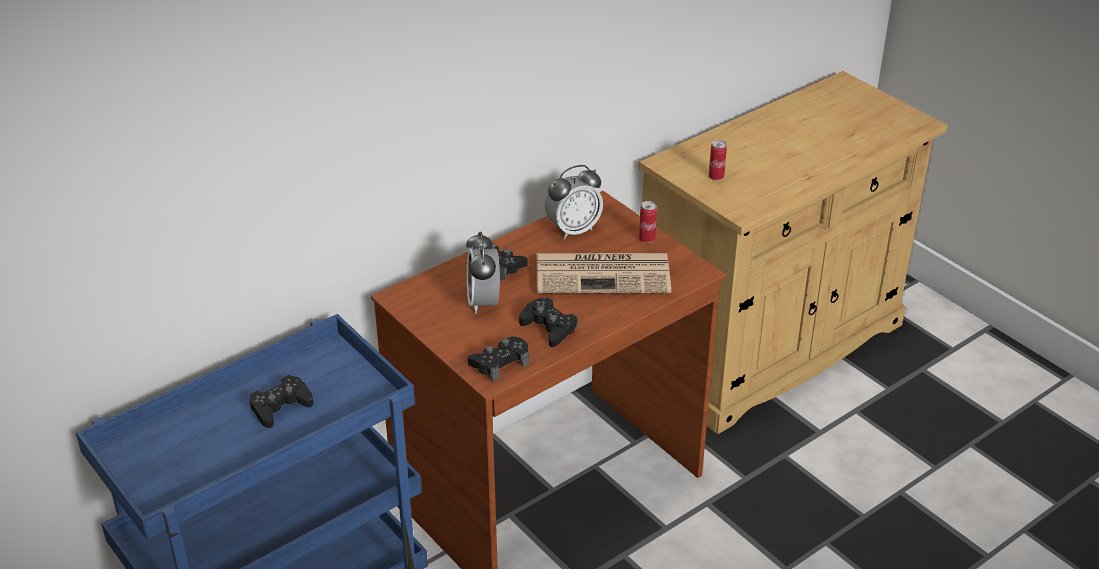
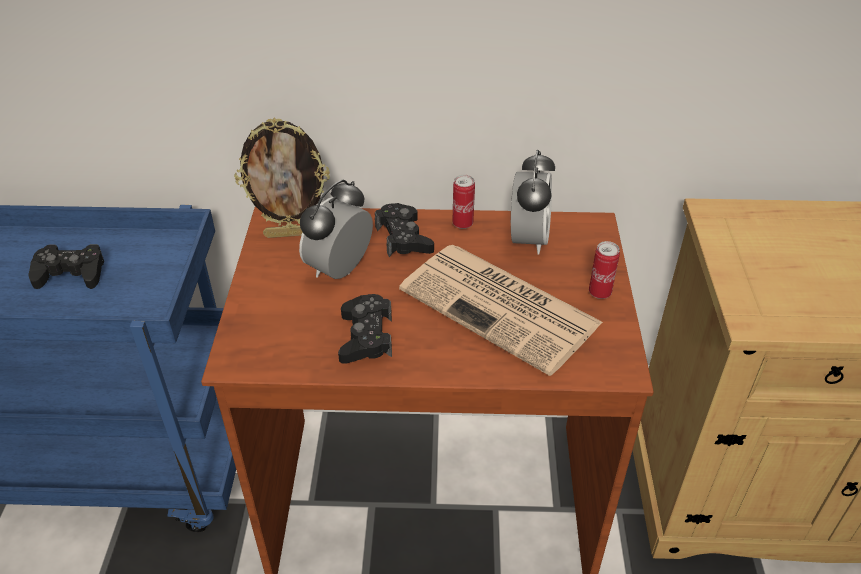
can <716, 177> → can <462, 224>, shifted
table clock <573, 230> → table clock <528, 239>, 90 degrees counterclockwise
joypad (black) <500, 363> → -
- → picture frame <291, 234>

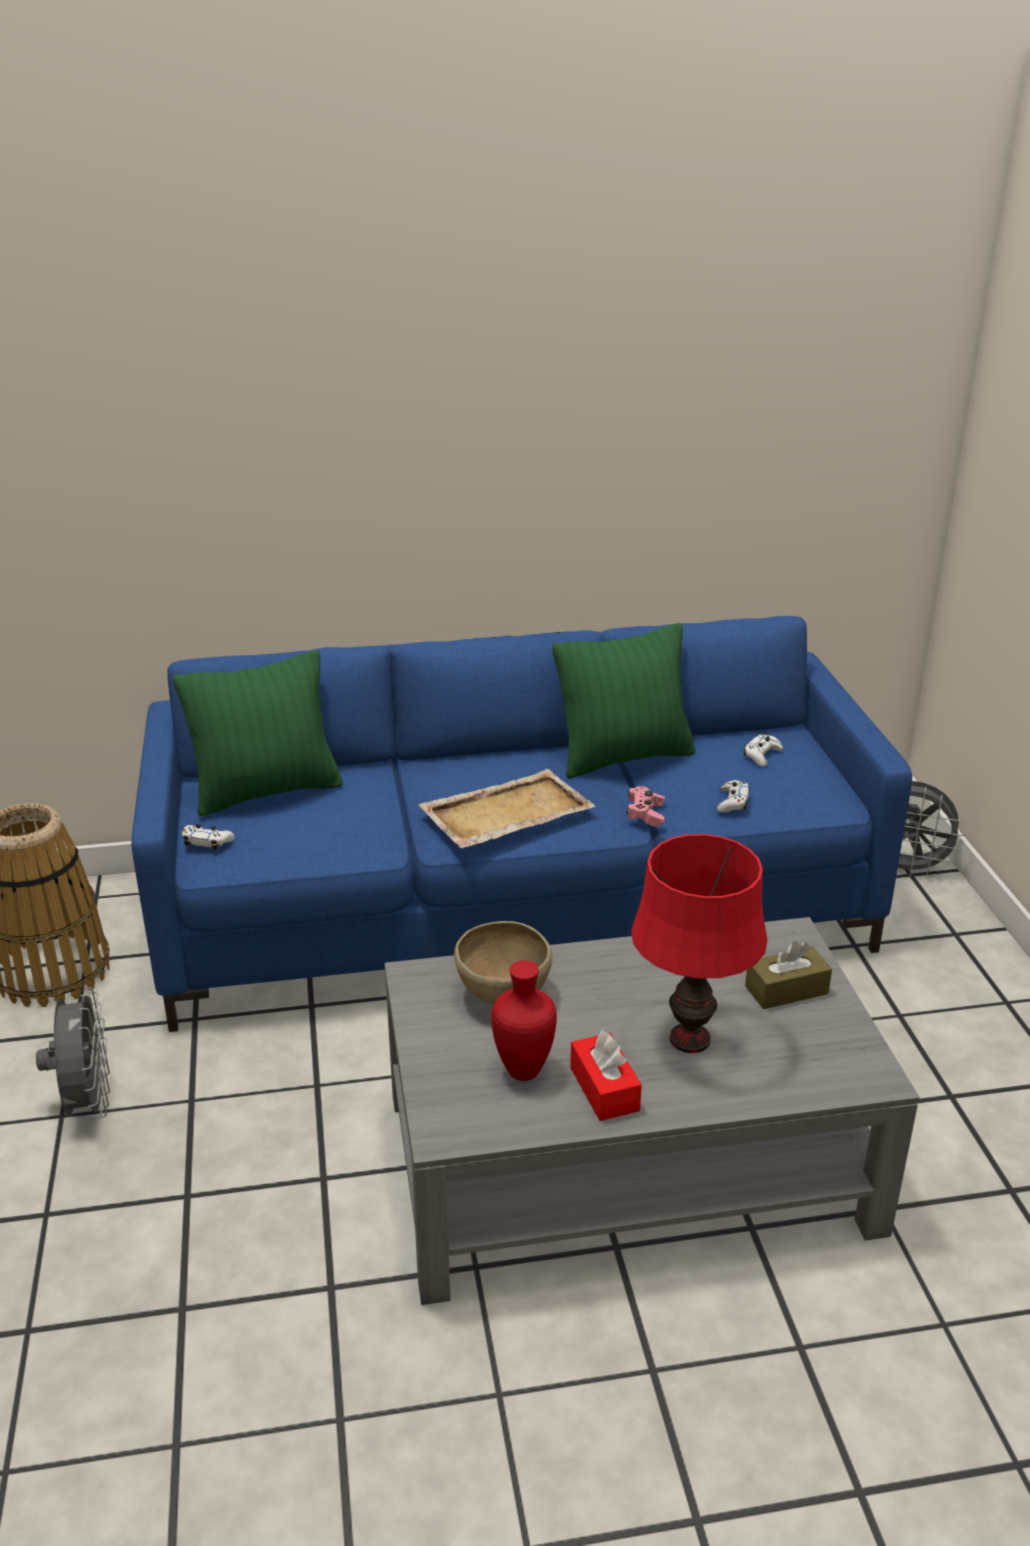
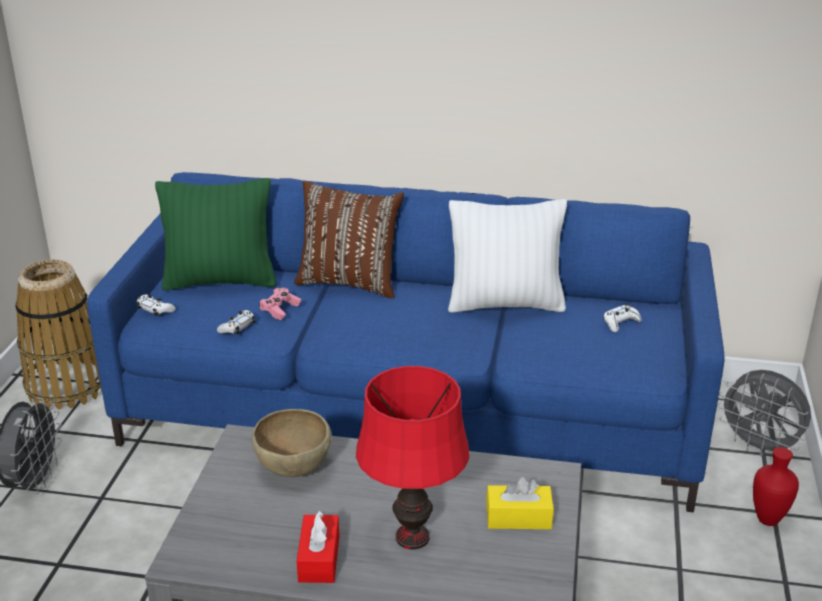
throw pillow (green-coloured) <623, 757> → throw pillow (white-coloured) <505, 304>
tray (sand-coloured) <505, 813> → -
joypad (white-coloured) <732, 802> → joypad (white-coloured) <237, 327>, shifted
joypad (pinkish) <645, 814> → joypad (pinkish) <280, 309>, shifted
box of tissues (brownish) <786, 990> → box of tissues (yellowish) <518, 517>
vase (red-coloured) <525, 1071> → vase (red-coloured) <769, 520>, shifted
- → throw pillow (brownish) <350, 282>

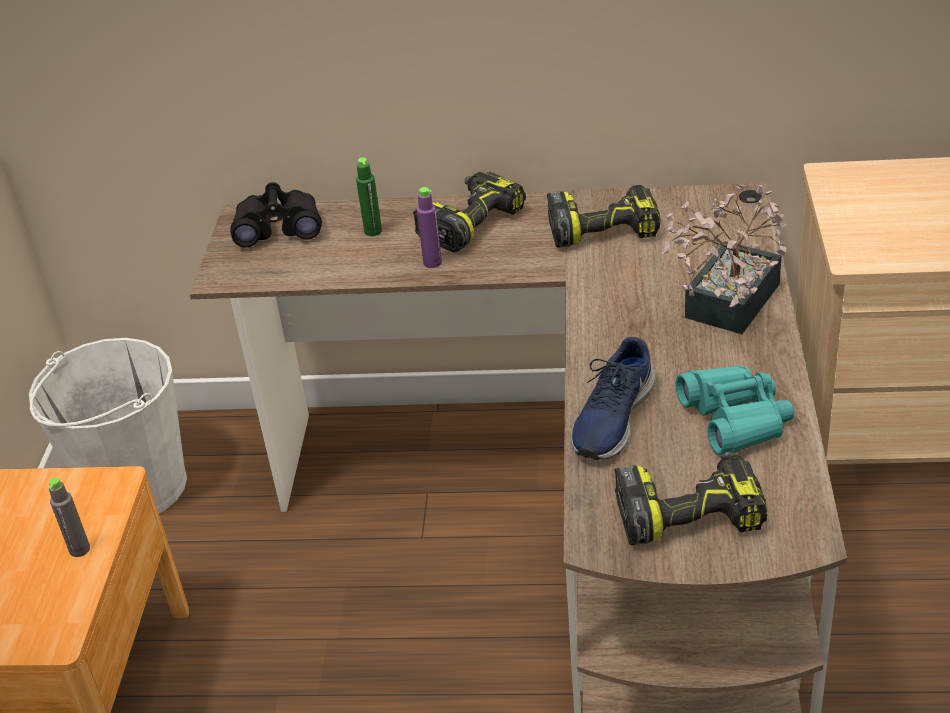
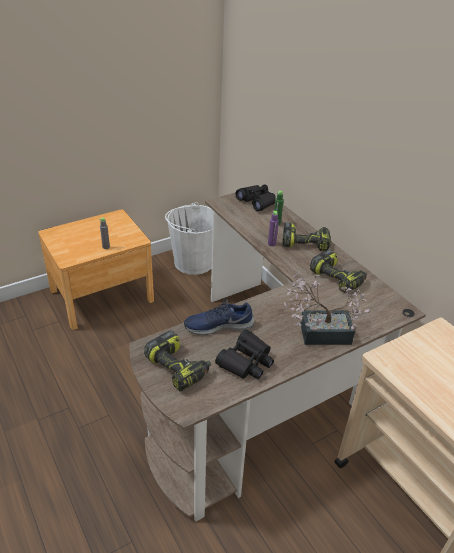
pair of binoculars (blue-green) <735, 419> → pair of binoculars (black) <246, 362>

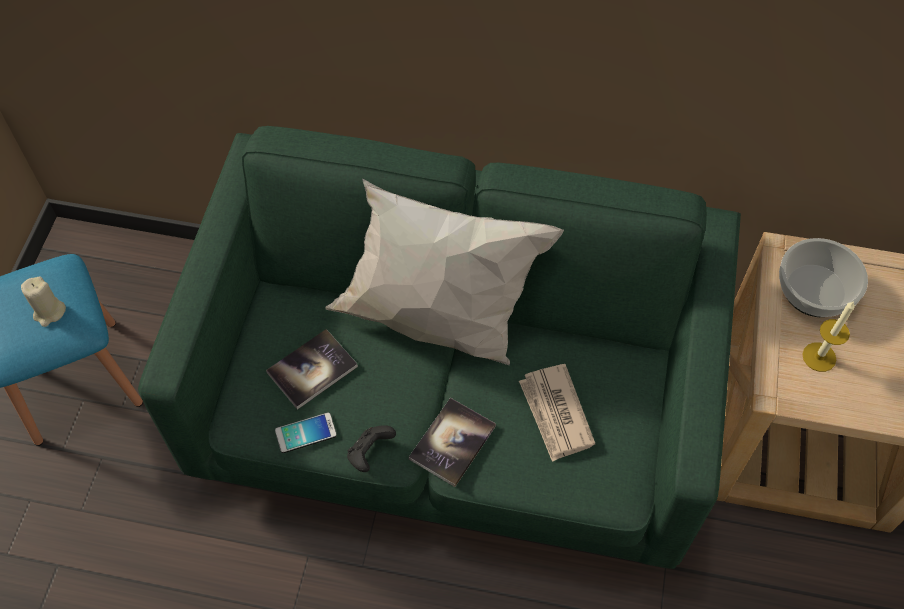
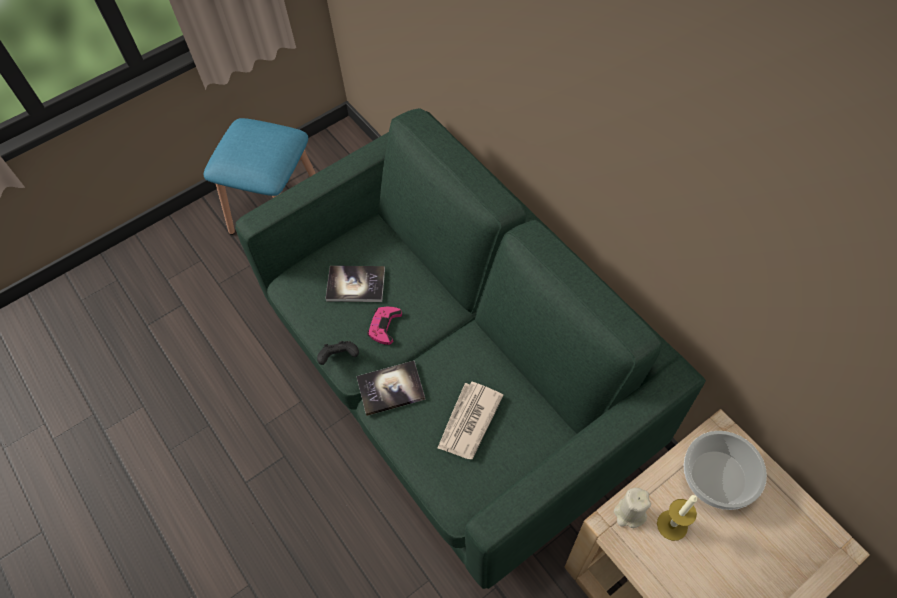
throw pillow (white-coloured) <437, 323> → -
candle (sand-coloured) <49, 312> → candle (sand-coloured) <629, 513>, shifted
handset <306, 433> → -
- → joypad (pinkish) <384, 326>

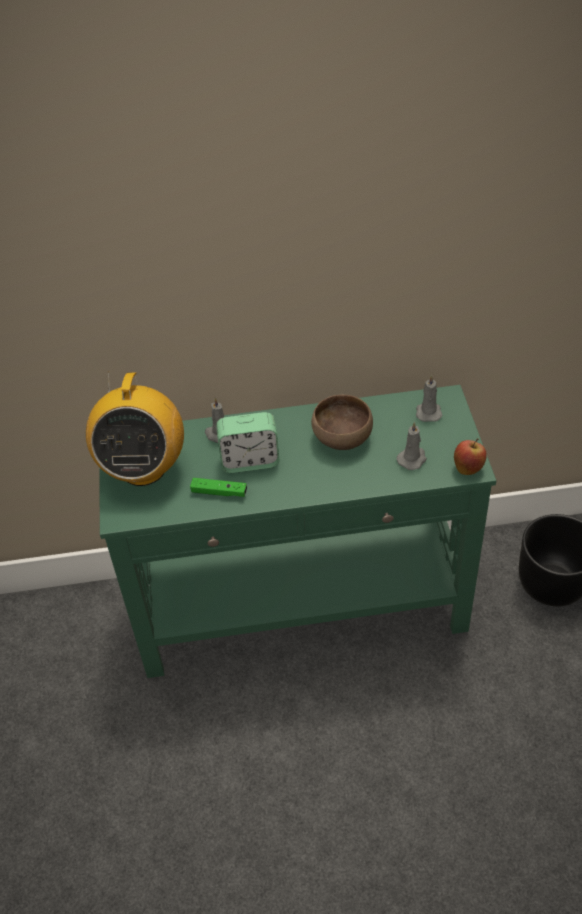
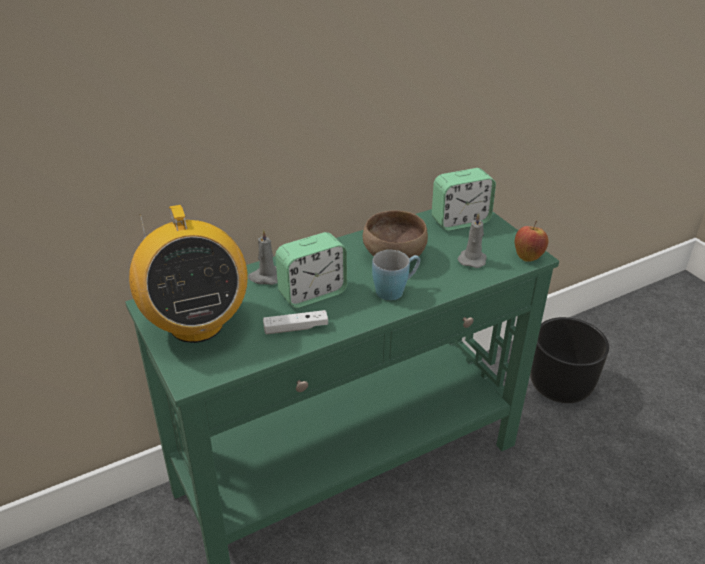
candle (greyish) <428, 412> → table clock <460, 221>
joypad (green-coloured) <219, 492> → joypad (white-coloured) <295, 328>
- → coffee mug (blue) <395, 290>

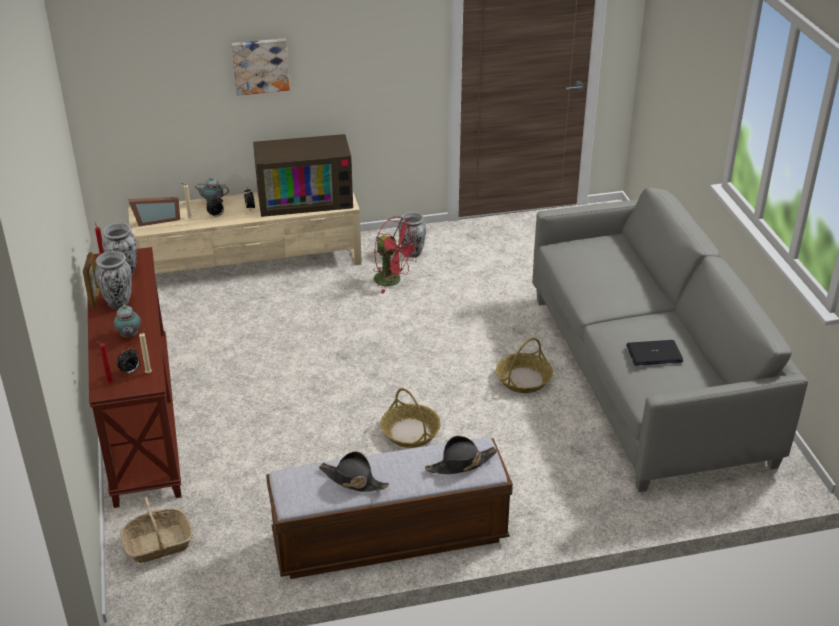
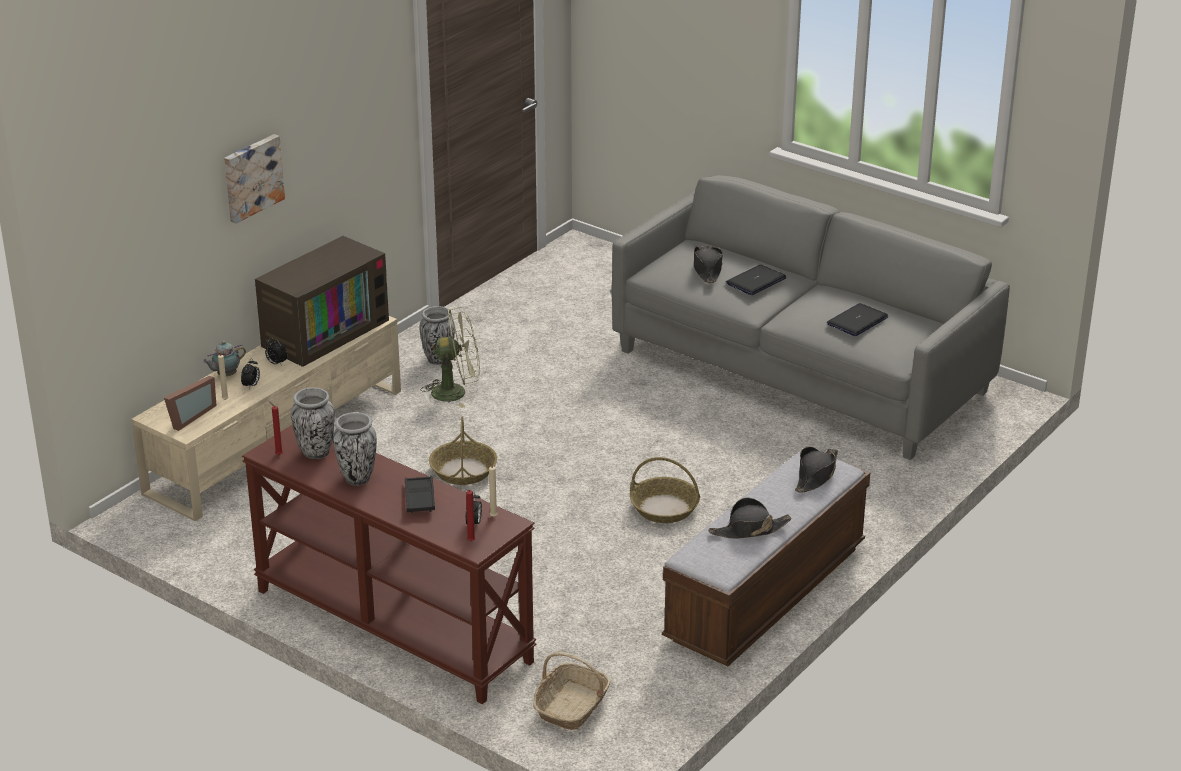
fan (red-coloured) <393, 280> → fan (green-coloured) <456, 392>
picture frame <95, 298> → -
tea pot <129, 336> → tray (black) <420, 498>
household basket <523, 379> → household basket <463, 470>, shifted
- → hat (black) <707, 269>
- → notebook computer <756, 281>

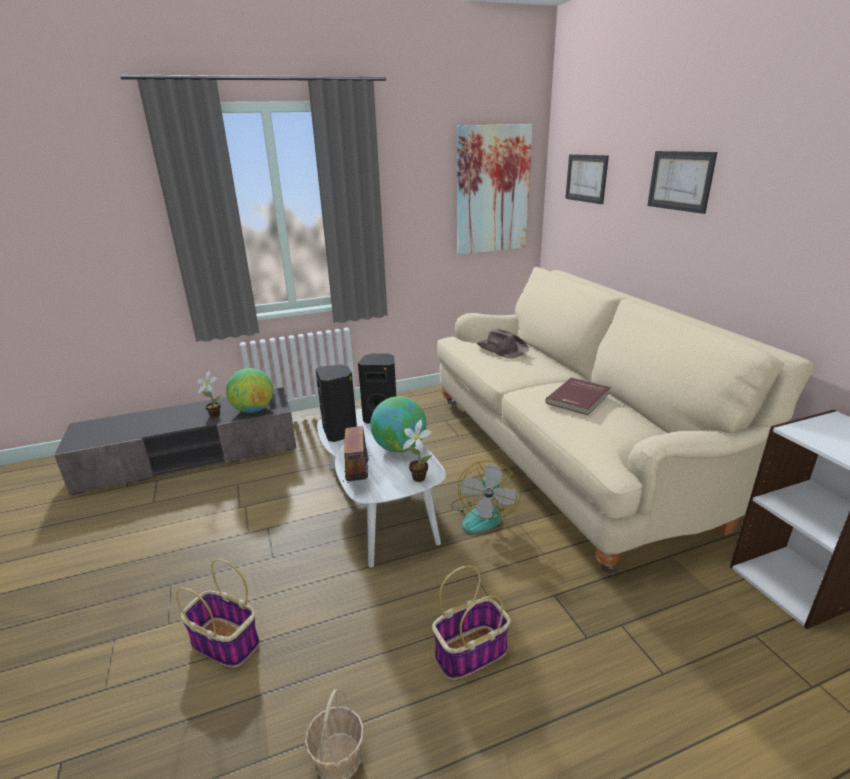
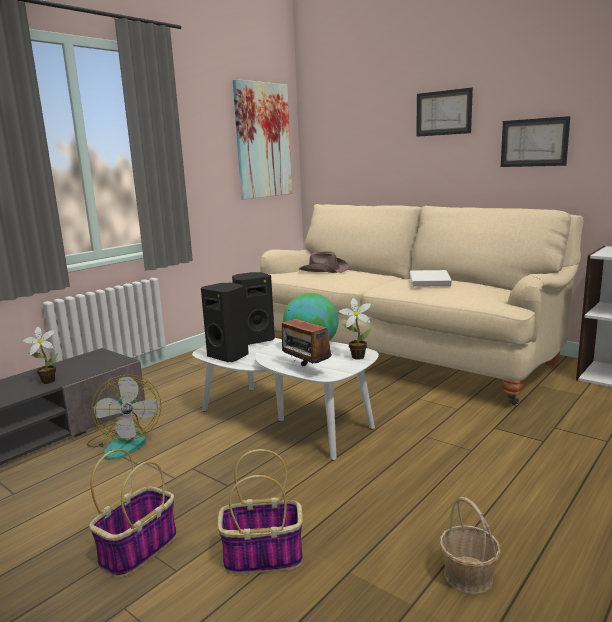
wall art <586, 178> → wall art <534, 142>, shifted
world globe <253, 410> → -
bound book (red-coloured) <579, 398> → bound book (white-coloured) <430, 281>
fan <483, 514> → fan <125, 442>, shifted
household basket <471, 652> → household basket <139, 549>, shifted

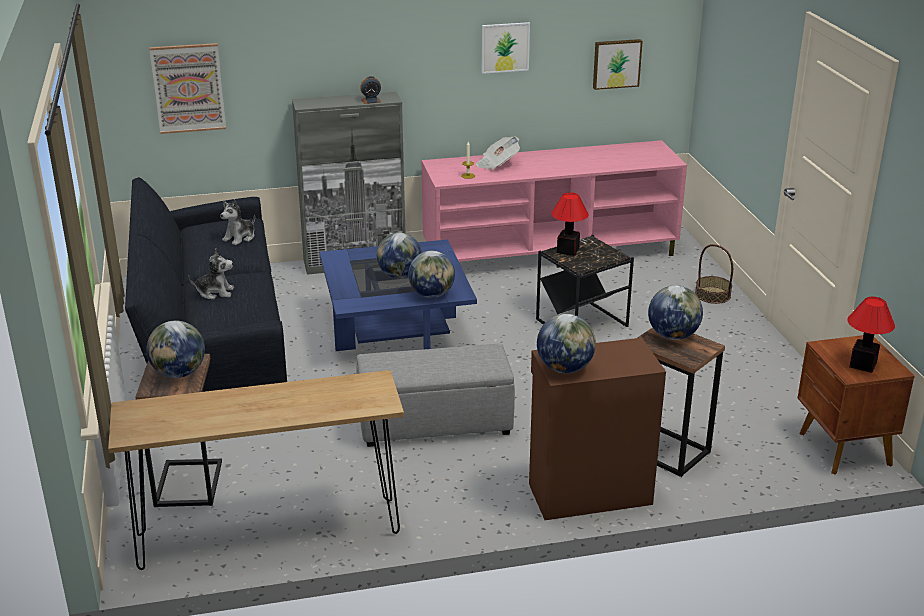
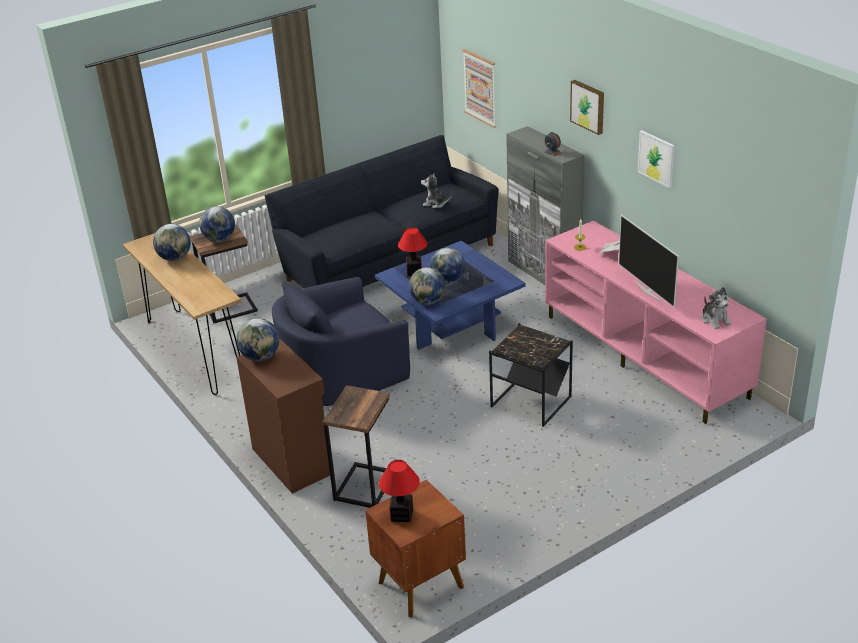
wall art <616, 63> → wall art <588, 106>, shifted
tabletop lamp <568, 250> → tabletop lamp <414, 272>, shifted
household basket <712, 295> → -
soft toy <215, 292> → soft toy <715, 320>, shifted
world globe <673, 336> → world globe <175, 258>, shifted
ottoman (greyish) <433, 423> → lounge chair (blue) <341, 373>
- → TV <648, 291>

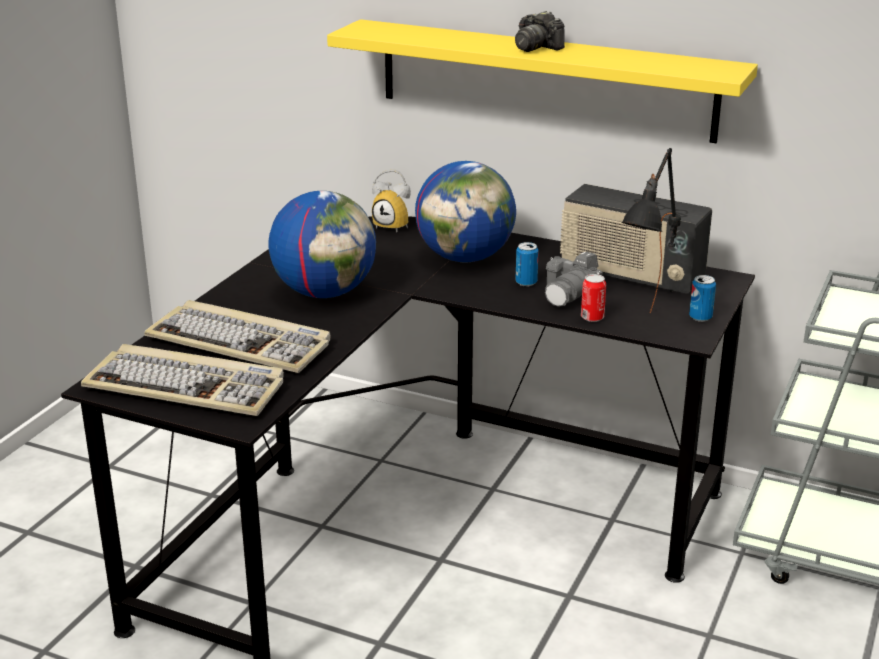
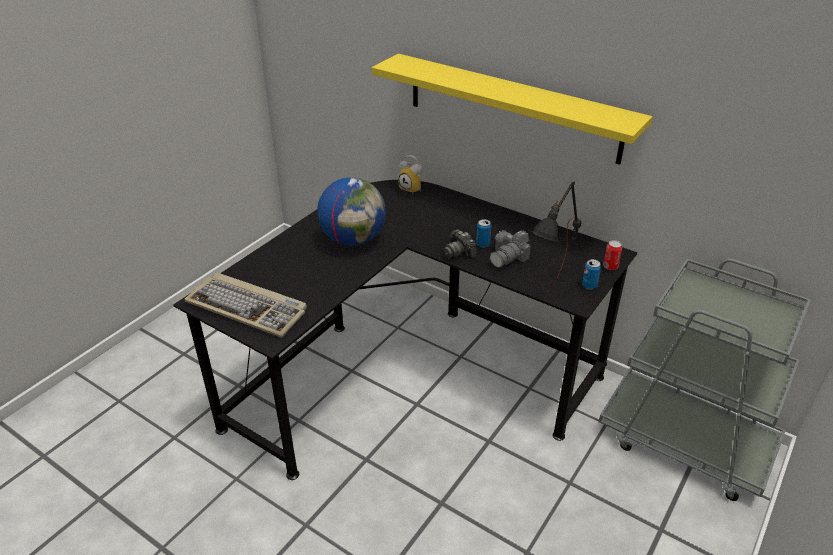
photo camera <536, 47> → photo camera <458, 253>, shifted
world globe <465, 258> → -
radio <630, 276> → -
can <592, 317> → can <610, 266>, shifted
keyboard <241, 342> → -

